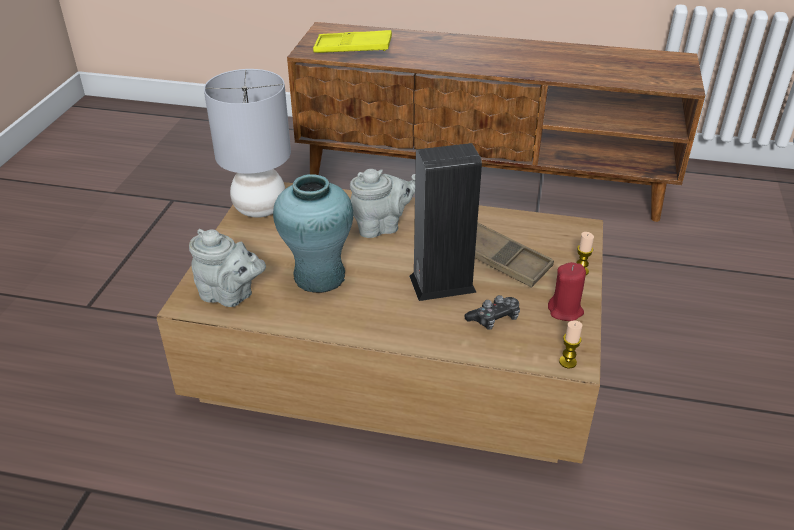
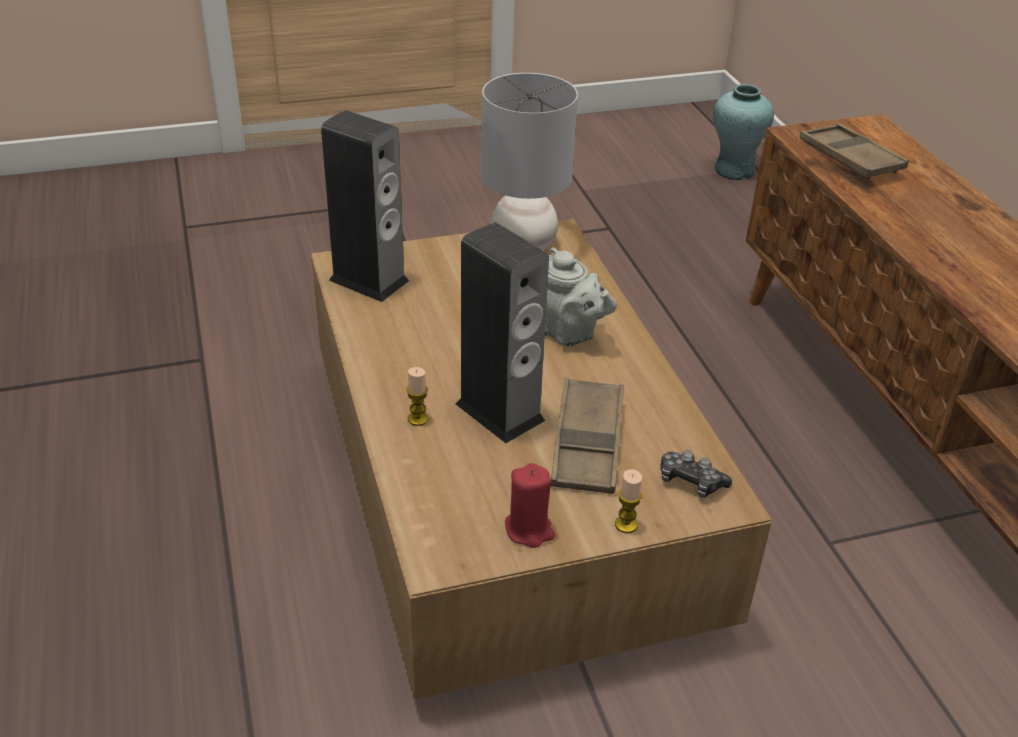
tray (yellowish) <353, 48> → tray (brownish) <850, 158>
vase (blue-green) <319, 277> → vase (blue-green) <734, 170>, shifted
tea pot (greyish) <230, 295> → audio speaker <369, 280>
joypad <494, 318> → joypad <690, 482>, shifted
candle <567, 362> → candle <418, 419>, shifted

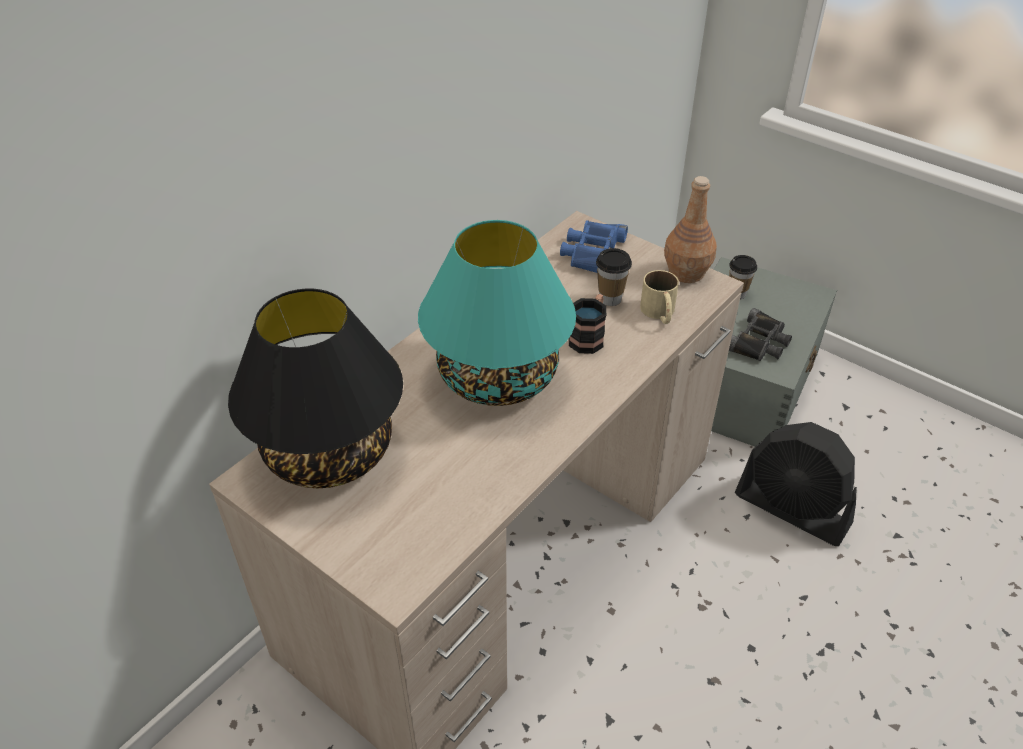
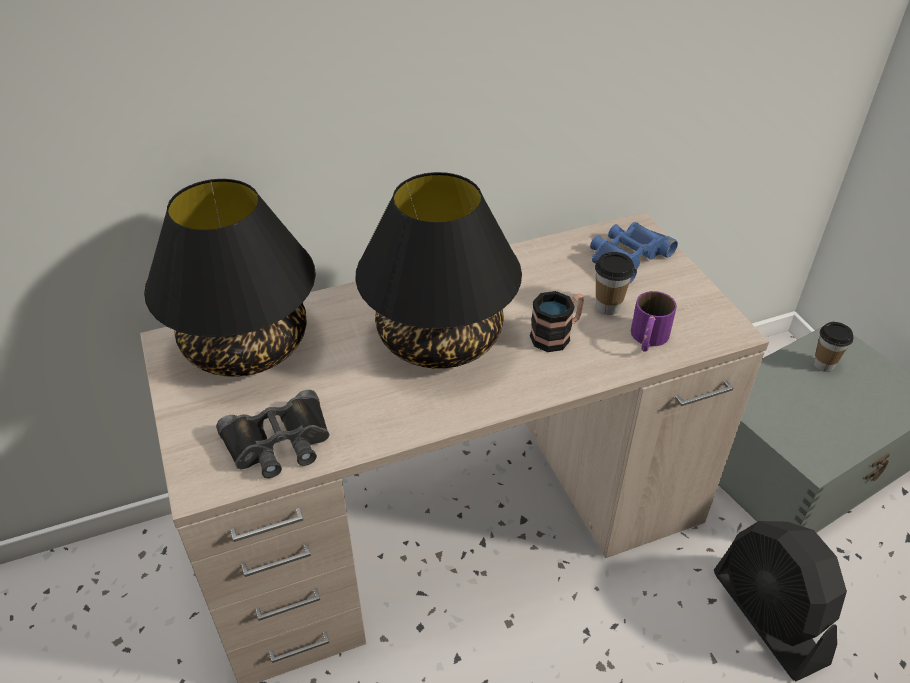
beverage bottle (brownish) <686, 272> → -
tabletop lamp (blue-green) <497, 376> → tabletop lamp (black) <440, 338>
coffee mug (sand-coloured) <659, 313> → coffee mug (purple) <648, 339>
pair of binoculars (black) <759, 342> → pair of binoculars (black) <279, 443>, shifted

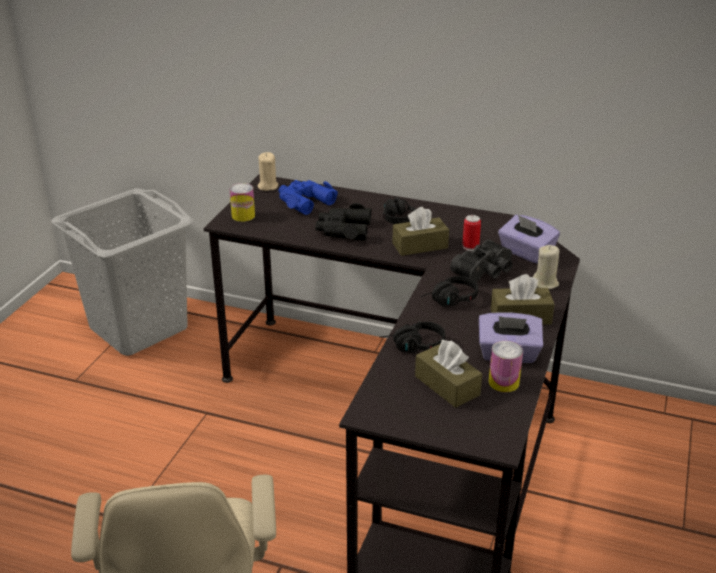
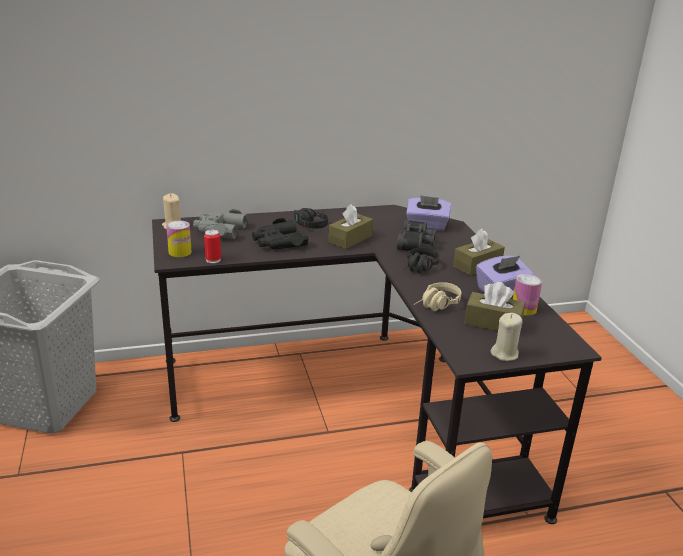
pair of binoculars (blue) <304, 201> → pair of binoculars (greyish) <219, 230>
can <470, 247> → can <213, 260>, shifted
candle (sand-coloured) <545, 283> → candle (sand-coloured) <505, 354>, shifted
headset (black) <412, 347> → headset (sand-coloured) <436, 306>

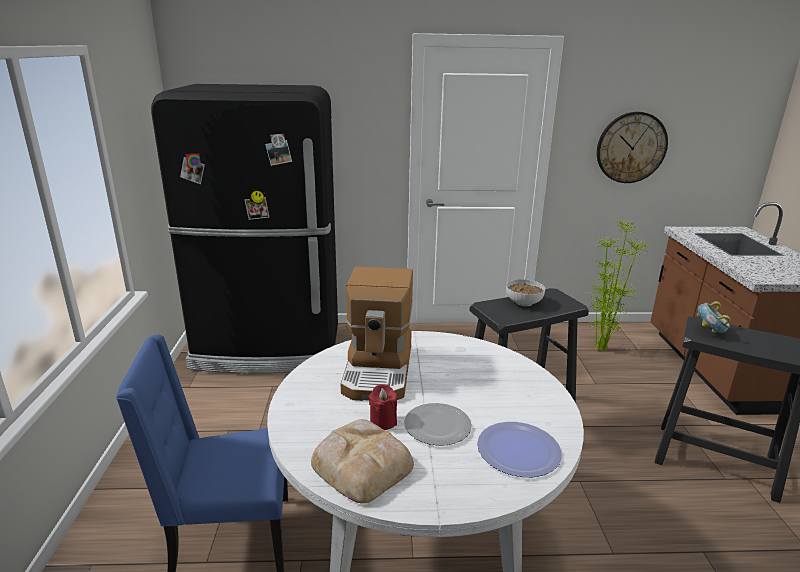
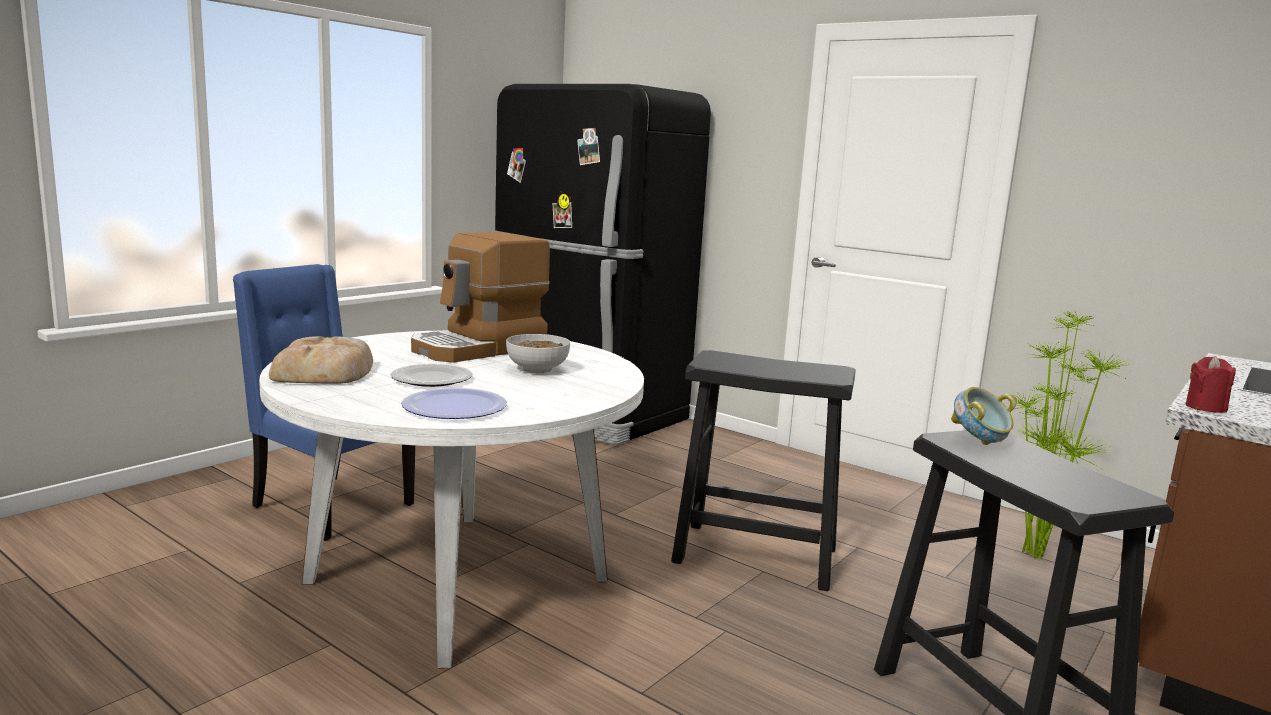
clock on the wall <631, 147> → -
bowl <523, 303> → bowl <536, 369>, shifted
candle (red-coloured) <383, 421> → candle (red-coloured) <1205, 407>, shifted

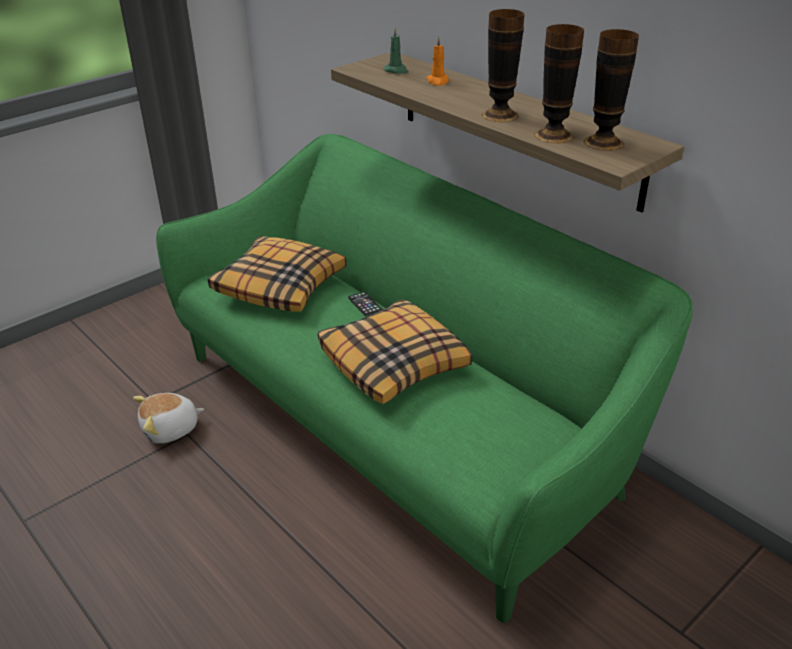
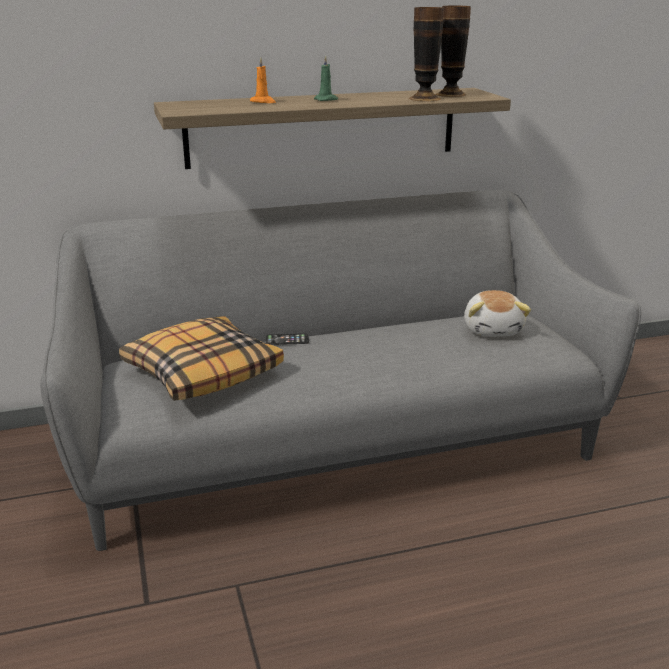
vase <500, 115> → -
candle (green-coloured) <396, 71> → candle (green-coloured) <326, 100>, shifted
settee (green-coloured) <397, 421> → settee (greyish) <335, 444>
throw pillow <394, 363> → -
soft toy <171, 430> → soft toy <493, 329>, shifted

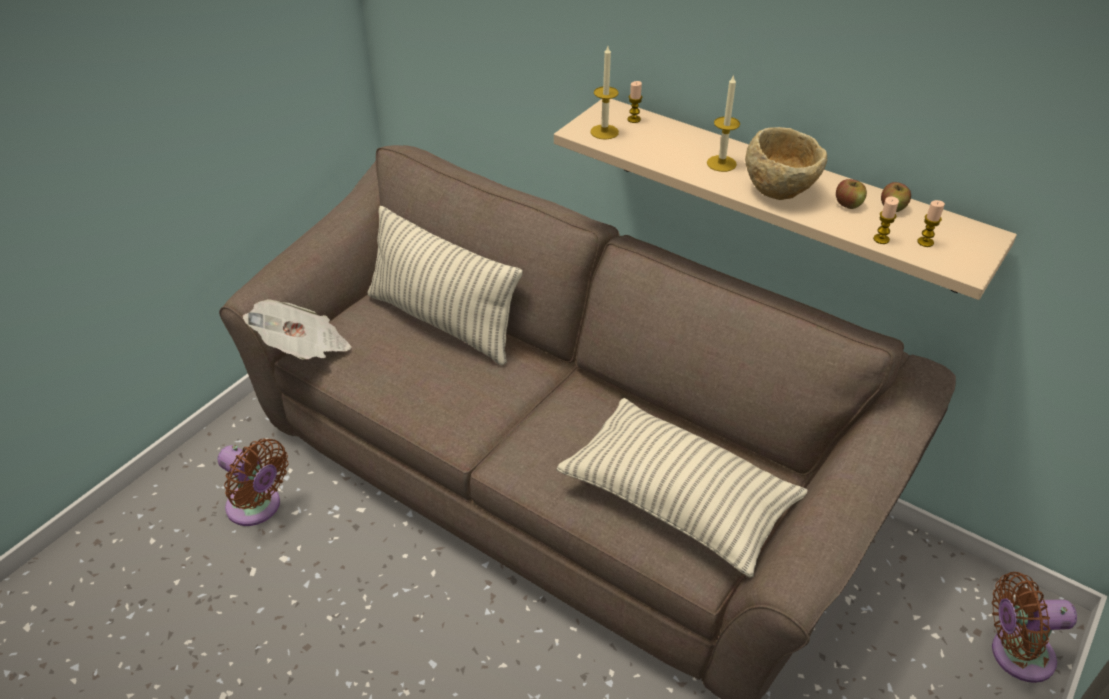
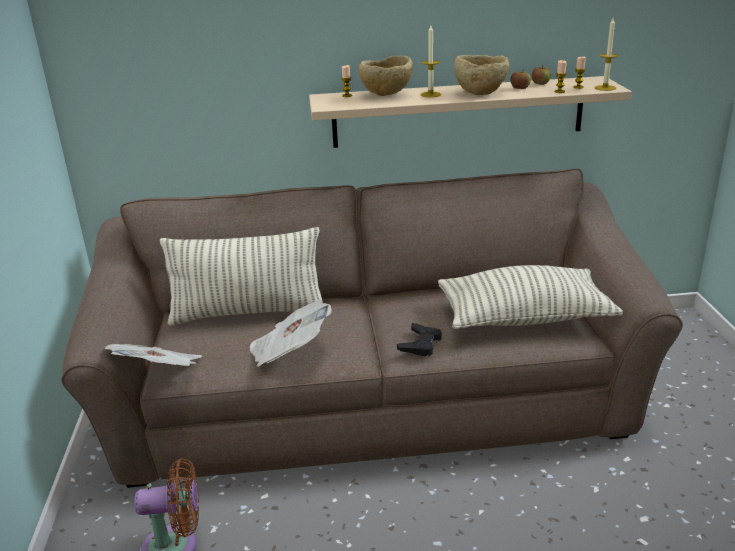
candle <604, 132> → candle <605, 88>, shifted
fan (brownish) <1015, 654> → -
- → bowl (sand-coloured) <386, 95>
- → newspaper <290, 352>
- → joypad (black) <420, 344>

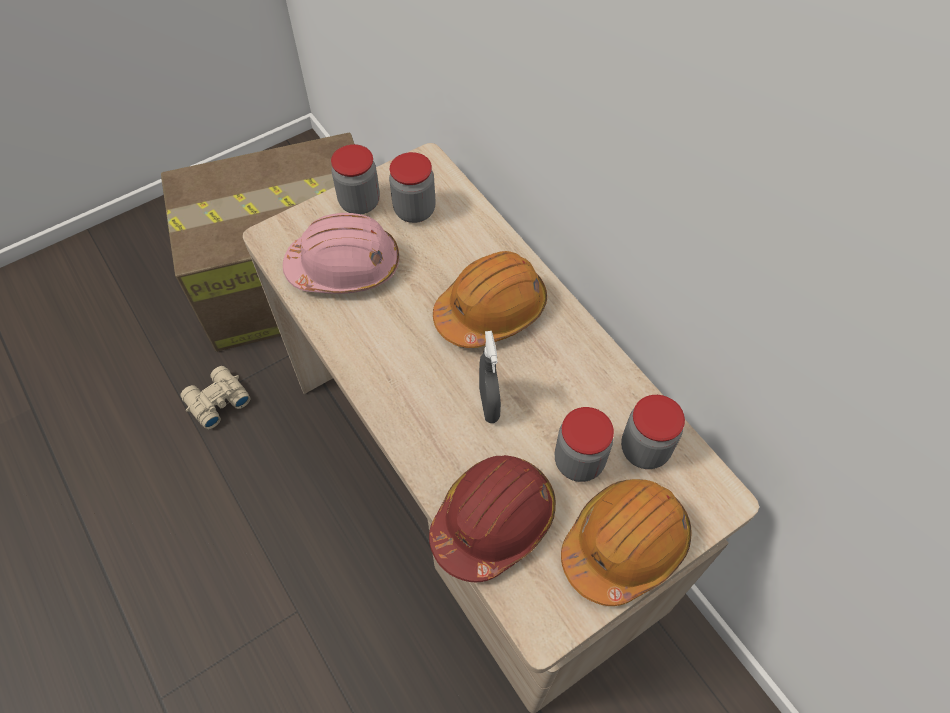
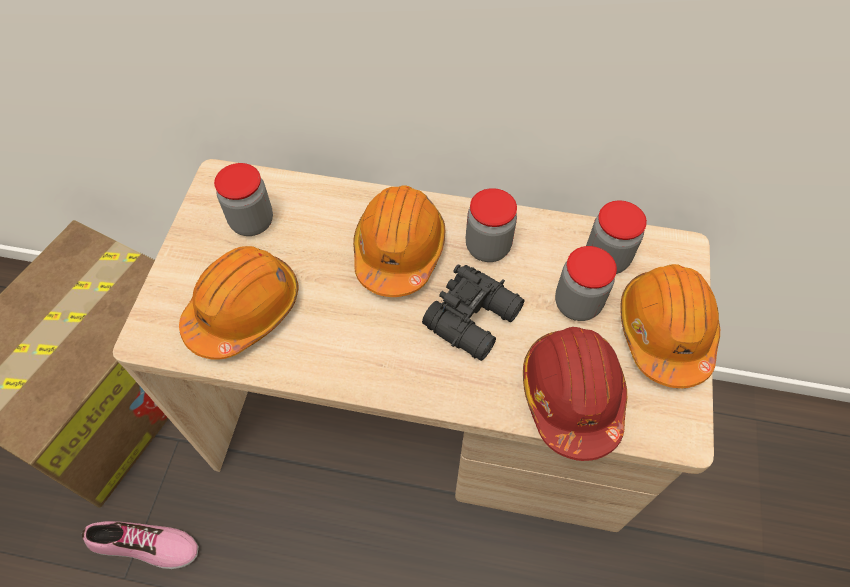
storage jar <359, 202> → storage jar <487, 247>, shifted
safety helmet (pinkish) <345, 267> → safety helmet (orange-coloured) <244, 310>
hand sprayer (greyish) <489, 405> → pair of binoculars (black) <475, 318>
pair of binoculars (sand-coloured) <216, 401> → item of footwear <145, 547>

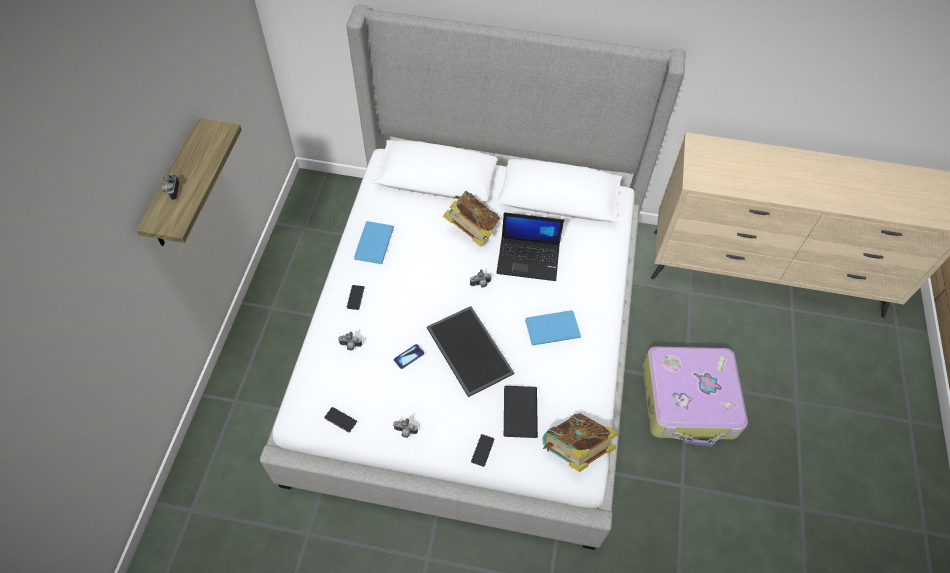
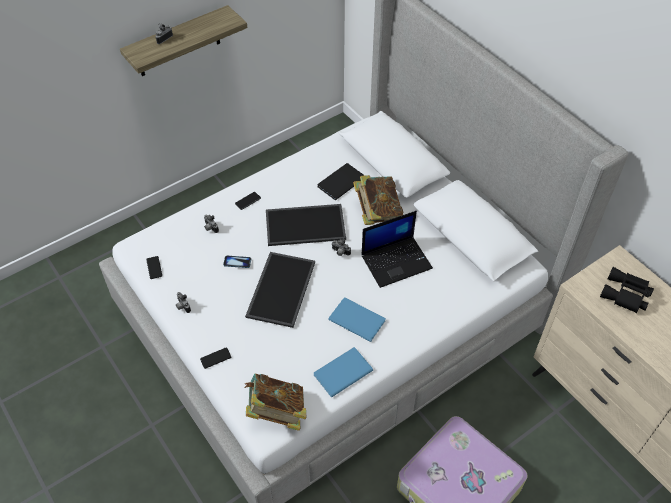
notebook computer <529, 259> → notebook computer <396, 261>, 75 degrees counterclockwise
bound book (blue) <372, 244> → bound book (blue) <341, 372>, shifted
bound book (black) <518, 413> → bound book (black) <339, 182>, shifted
- → tray <306, 224>
- → pair of binoculars (black) <626, 295>

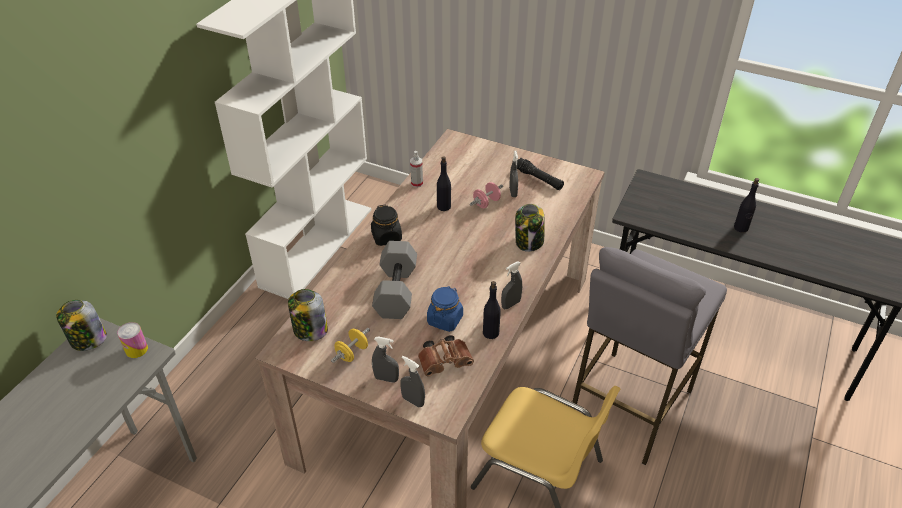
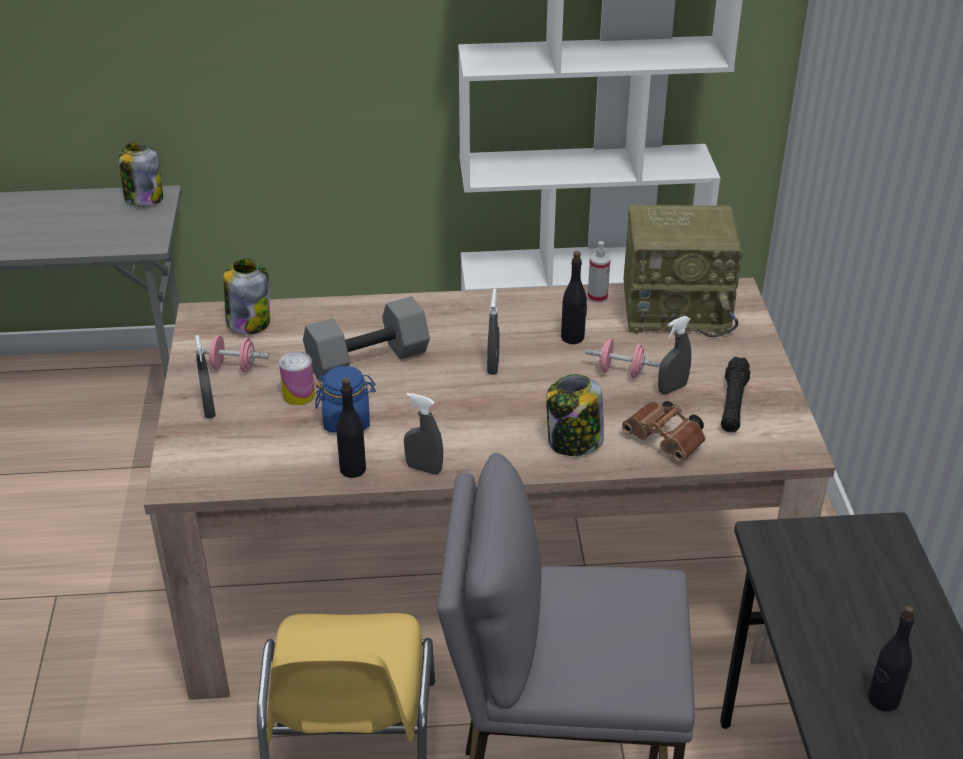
storage jar (black) <386, 237> → -
can <136, 349> → can <299, 395>, shifted
dumbbell (yellowish) <352, 353> → dumbbell (pinkish) <233, 367>
pair of binoculars (brownish) <446, 362> → pair of binoculars (brownish) <666, 441>, shifted
hand sprayer (greyish) <413, 401> → hand sprayer (greyish) <493, 366>, shifted
- → radio <677, 309>

